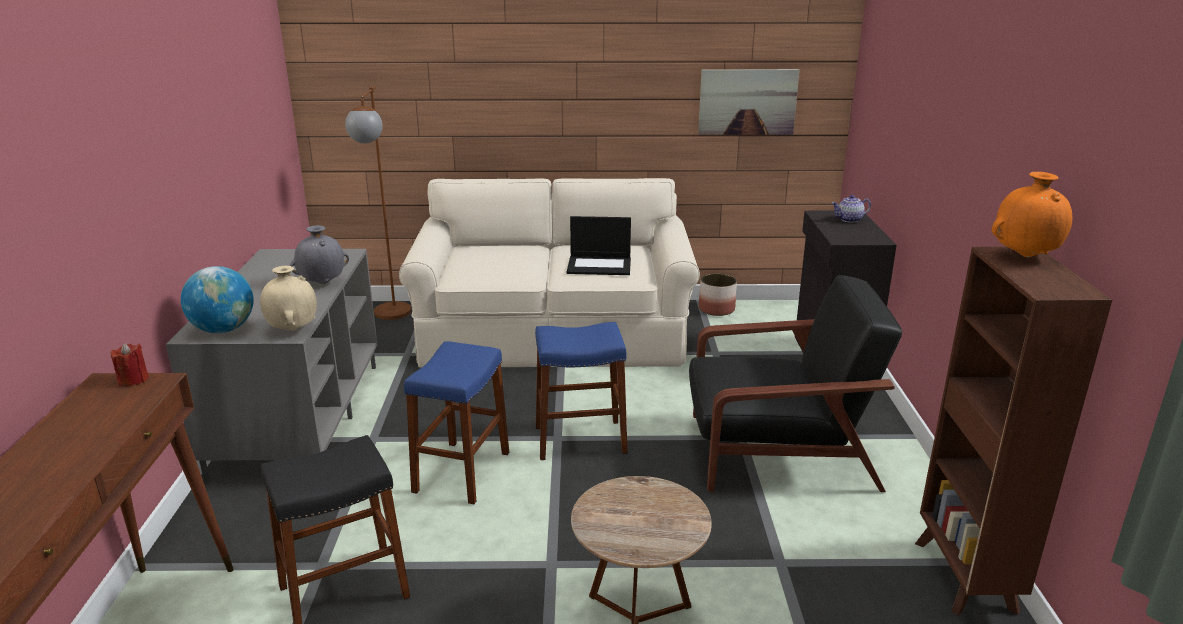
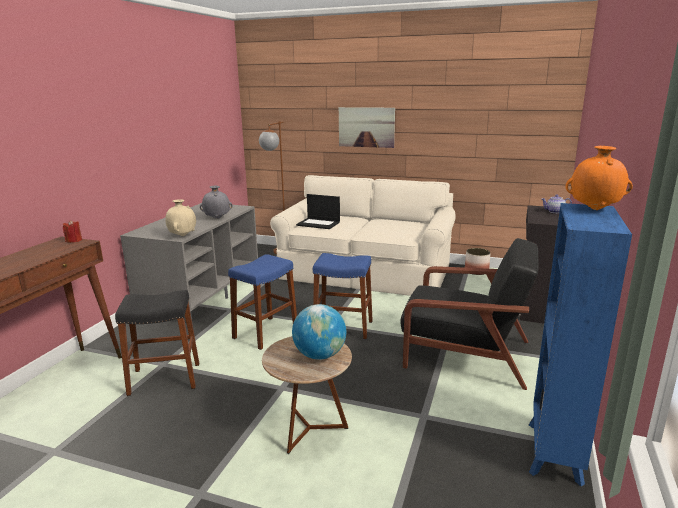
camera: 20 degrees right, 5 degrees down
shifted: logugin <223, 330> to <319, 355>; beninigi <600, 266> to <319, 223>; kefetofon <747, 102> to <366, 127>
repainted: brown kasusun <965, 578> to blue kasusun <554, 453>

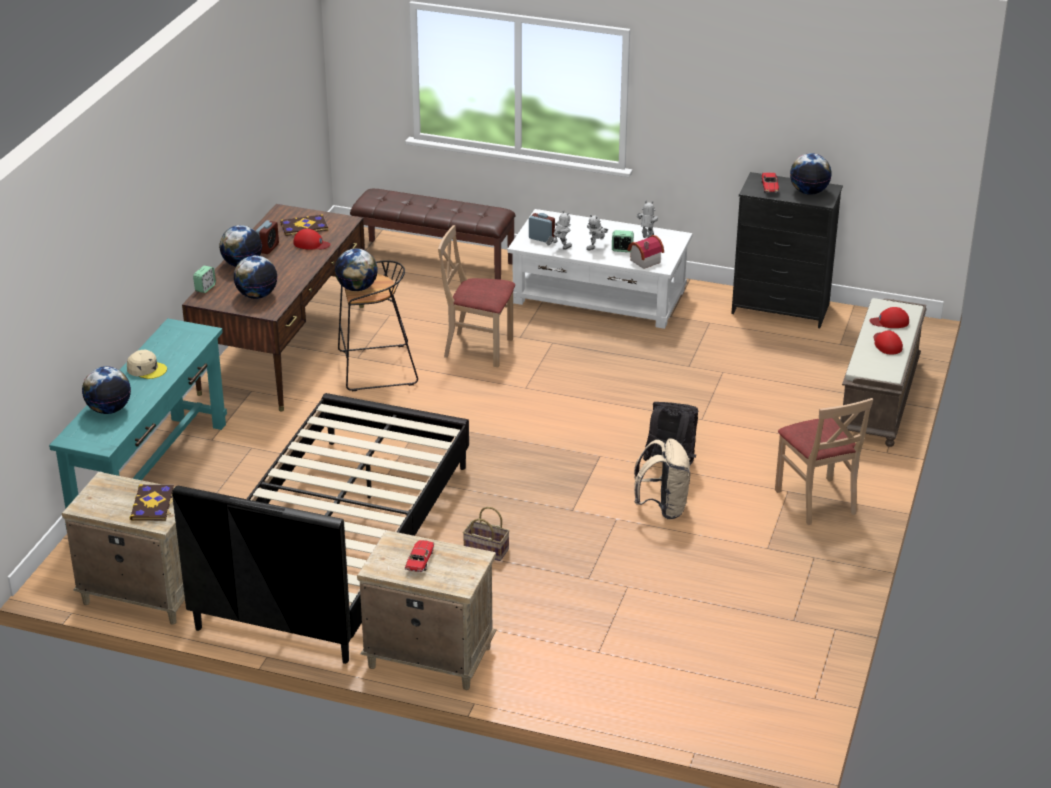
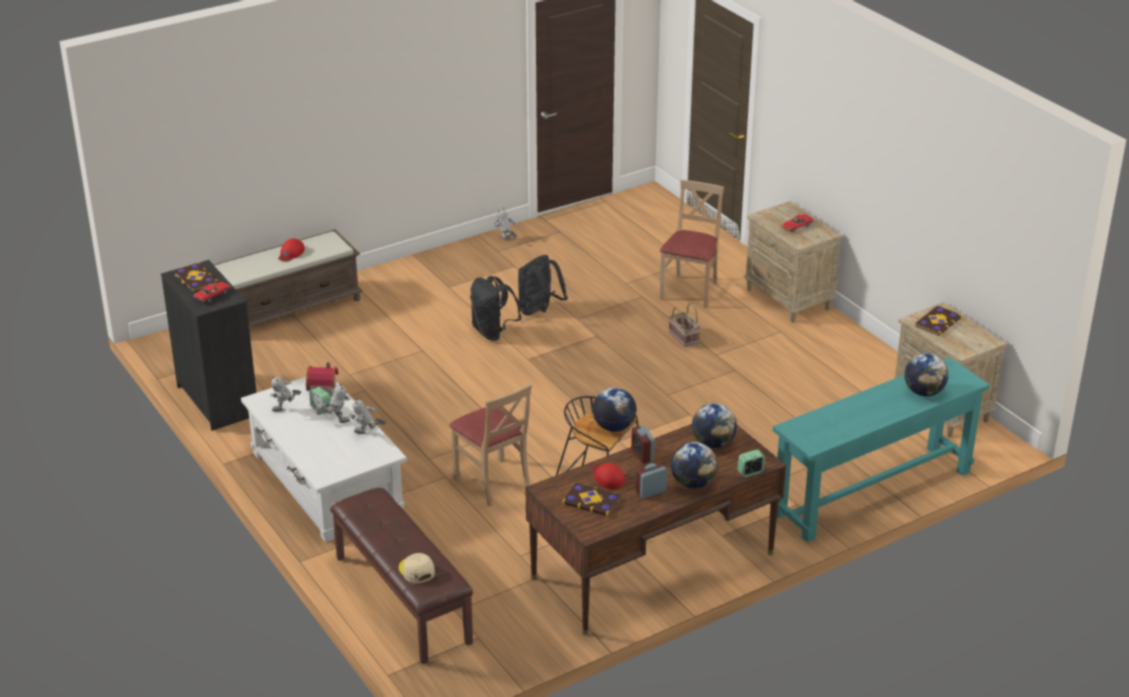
camera: 140 degrees left, 0 degrees up
gone: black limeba <337, 544>; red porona <890, 322>
new: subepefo <506, 241>
shifted: beige porona <146, 369> to <416, 570>; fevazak <541, 238> to <642, 455>; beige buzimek <816, 501> to <690, 291>
swapped: logugin <809, 192> to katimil <195, 279>
repainted: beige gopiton <662, 508> to black gopiton <539, 311>

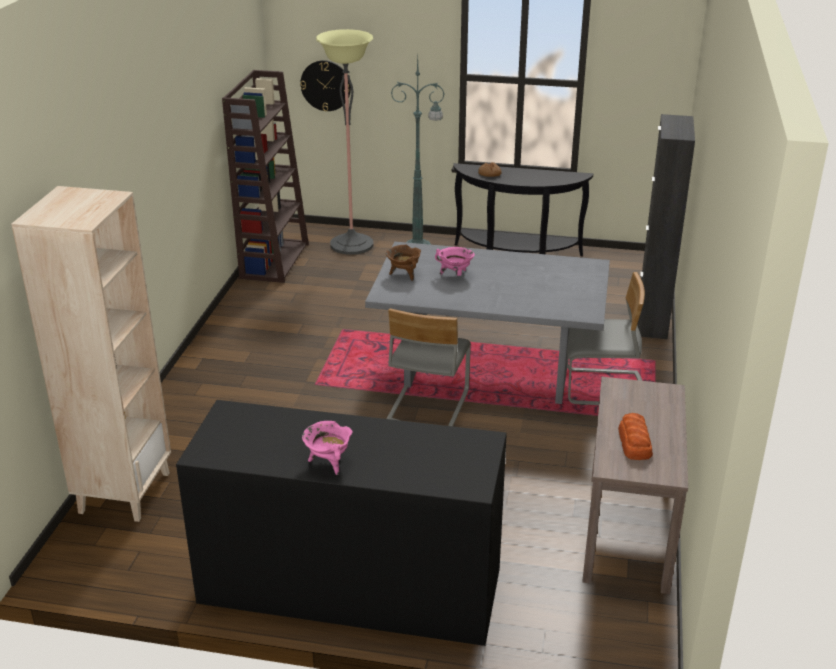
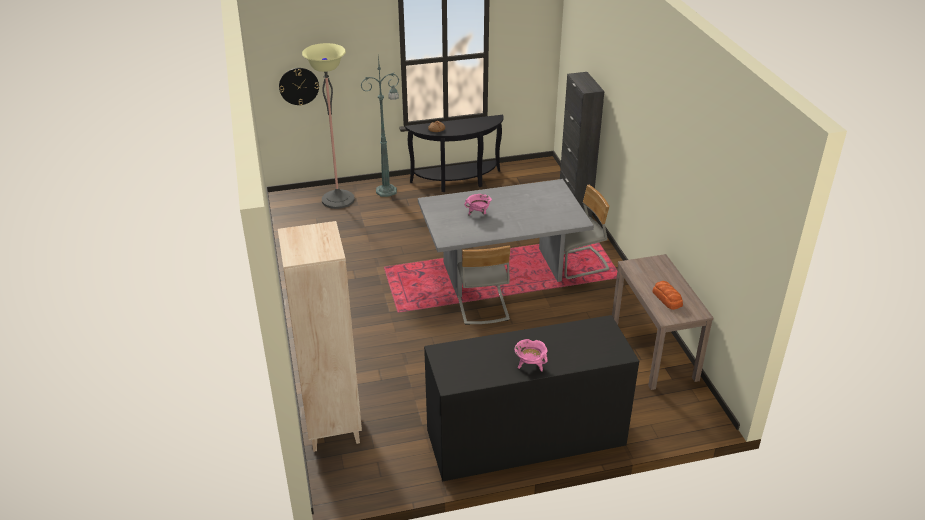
camera: 25 degrees left, 5 degrees up
gone: brown kasusun <274, 260>; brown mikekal <404, 274>

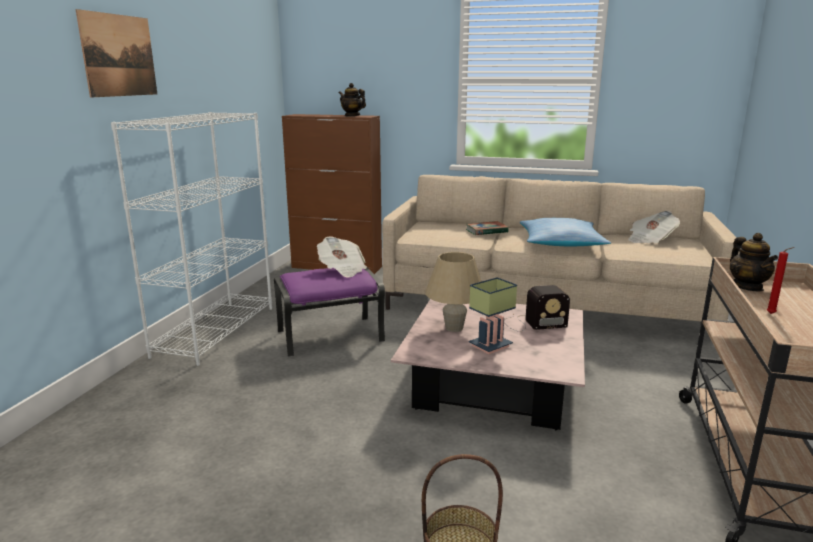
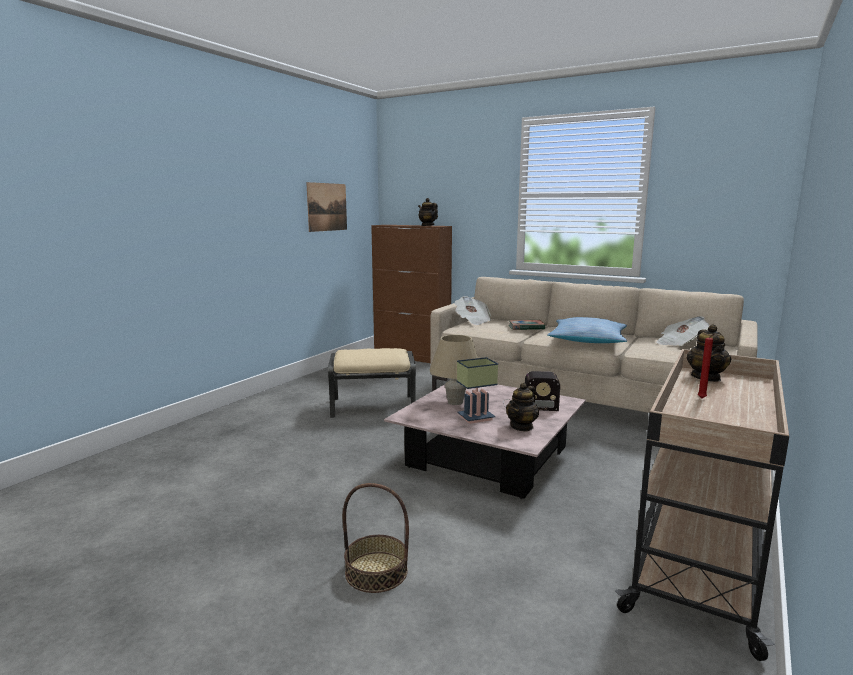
camera: 15 degrees right, 5 degrees down
gone: white kasusun <216, 330>
new: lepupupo <522, 426>
shifted: kefetofon <119, 55> to <327, 207>; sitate <342, 269> to <472, 321>
repainted: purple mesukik <331, 335> to beige mesukik <373, 406>

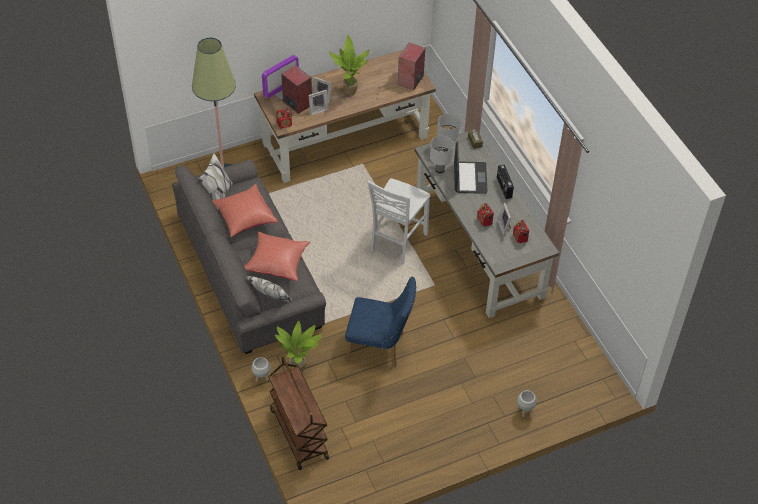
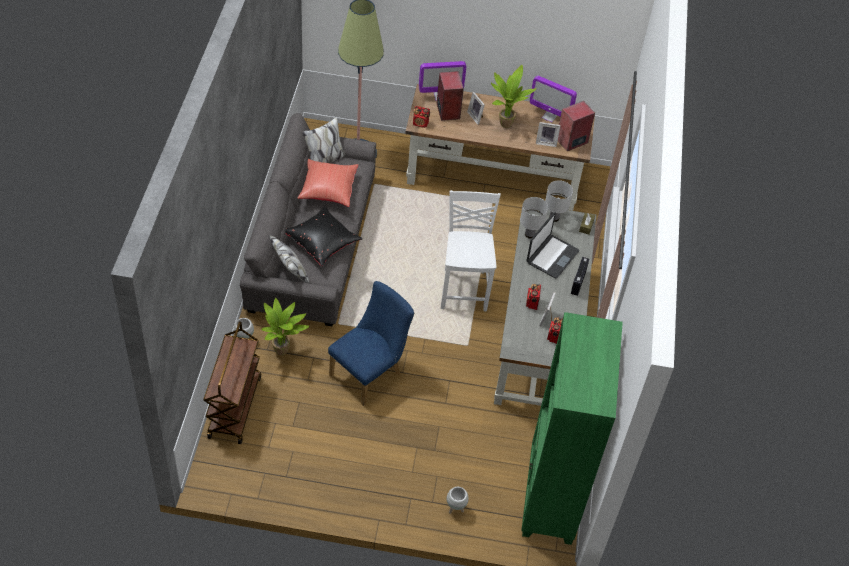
camera: 30 degrees right, 0 degrees up
new: green kasusun <550, 497>; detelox <549, 116>
shifted: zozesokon <318, 109> to <546, 142>
repainted: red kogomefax <277, 263> to black kogomefax <322, 243>
rotated: blue buzimek <380, 347> = <370, 373> 90 degrees counterclockwise; white buzimek <397, 243> = <464, 289> 120 degrees clockwise

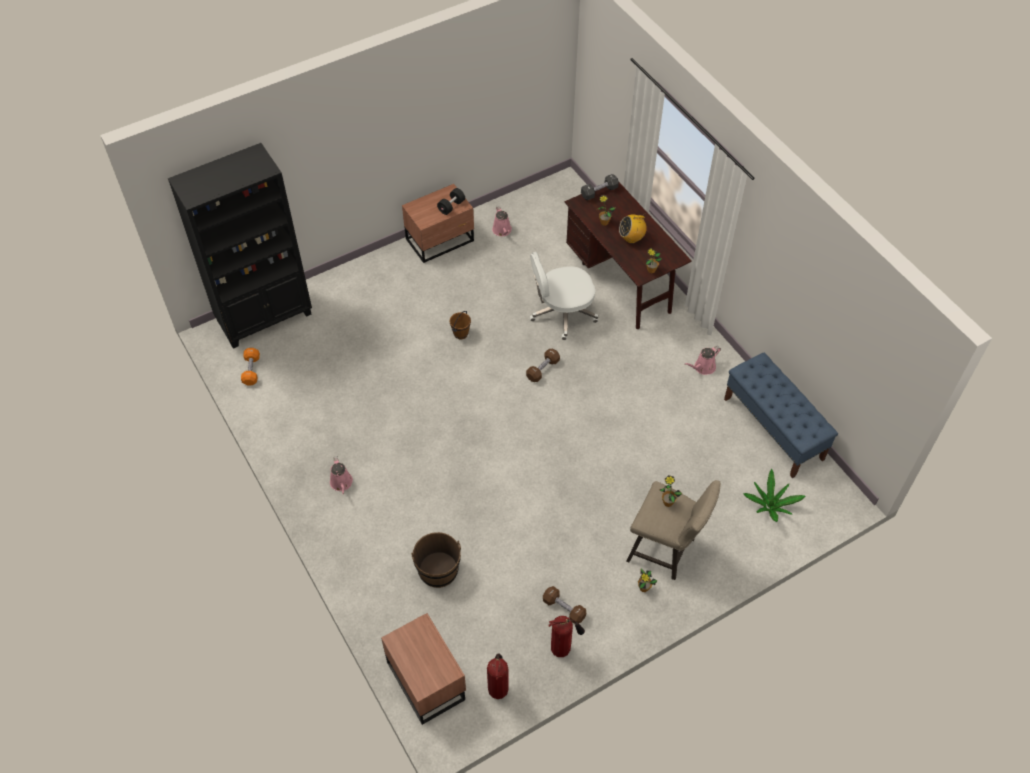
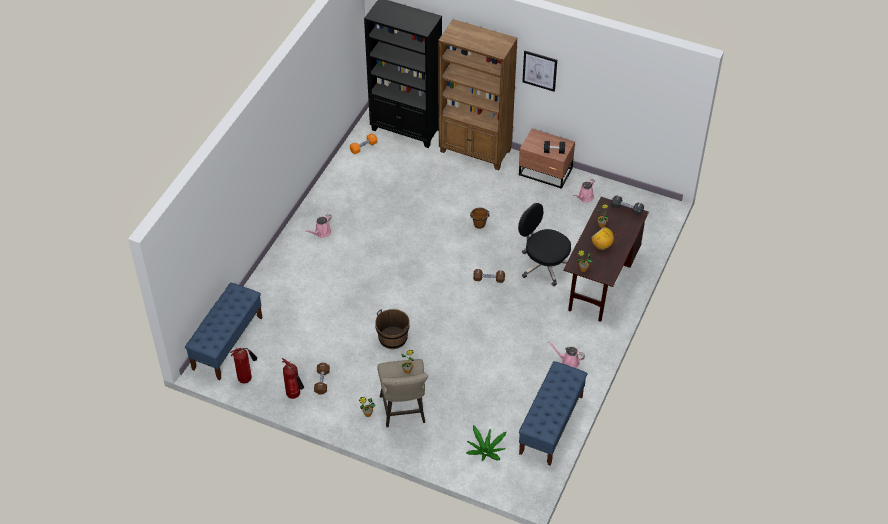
camera: 55 degrees right, 5 degrees down
new: brown kasusun <475, 151>; kefetofon <540, 70>
shifted: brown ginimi <438, 570> to <393, 338>
swapped: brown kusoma <426, 679> to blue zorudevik <227, 343>
repainted: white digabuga <562, 313> to black digabuga <544, 265>

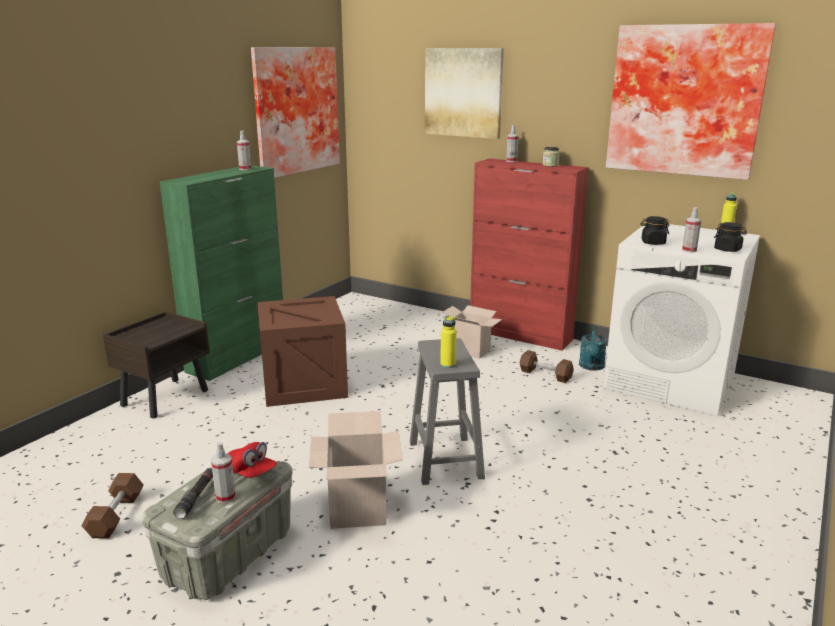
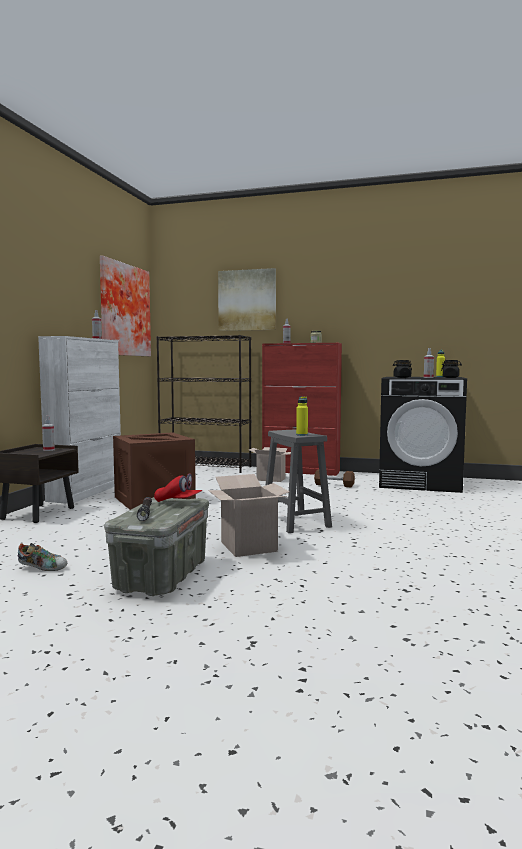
camera: 15 degrees left, 15 degrees down
gone: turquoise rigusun <591, 367>; kefetofon <685, 101>
new: black kasusun <206, 467>
shifted: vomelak <225, 497> to <49, 450>
swapped: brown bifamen <116, 516> to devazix <42, 568>
repainted: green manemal <238, 356> to white manemal <86, 492>; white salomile <671, 382> to black salomile <420, 482>

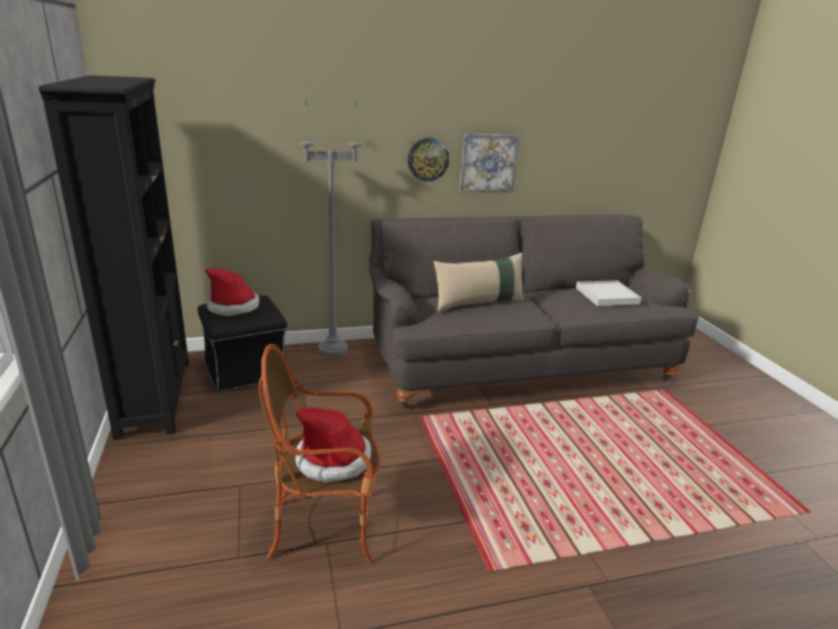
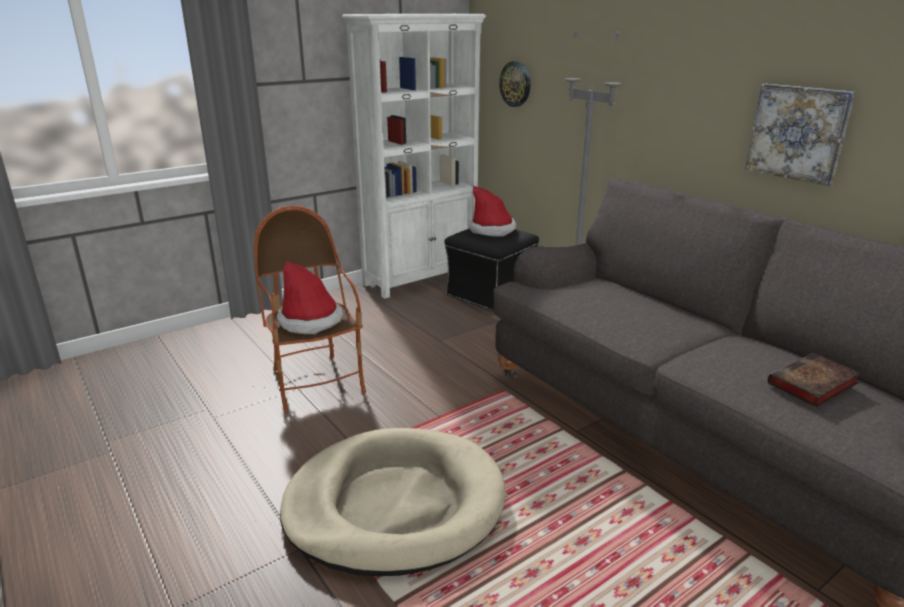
camera: 70 degrees right, 0 degrees up
gone: beige kogomefax <478, 303>
new: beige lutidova <394, 505>
shifted: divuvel <428, 159> to <515, 84>
swapped: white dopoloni <607, 296> to katimil <812, 385>
repainted: black kasusun <155, 396> to white kasusun <421, 278>

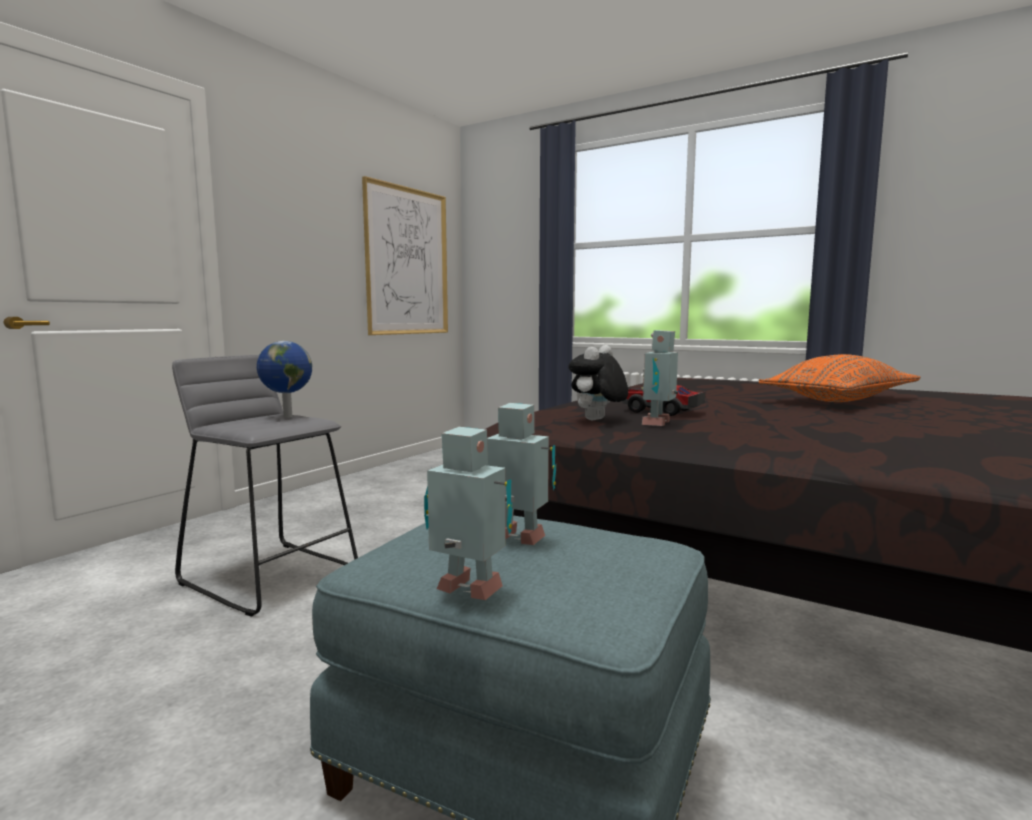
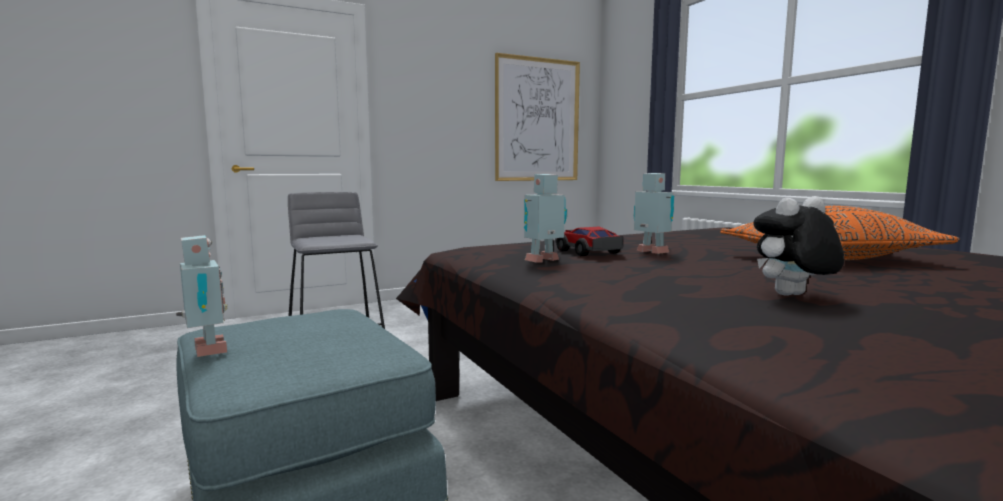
camera: 30 degrees right, 0 degrees up
gone: logugin <286, 417>
shifted: subepefo <518, 540> to <651, 252>; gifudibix <597, 420> to <792, 296>

